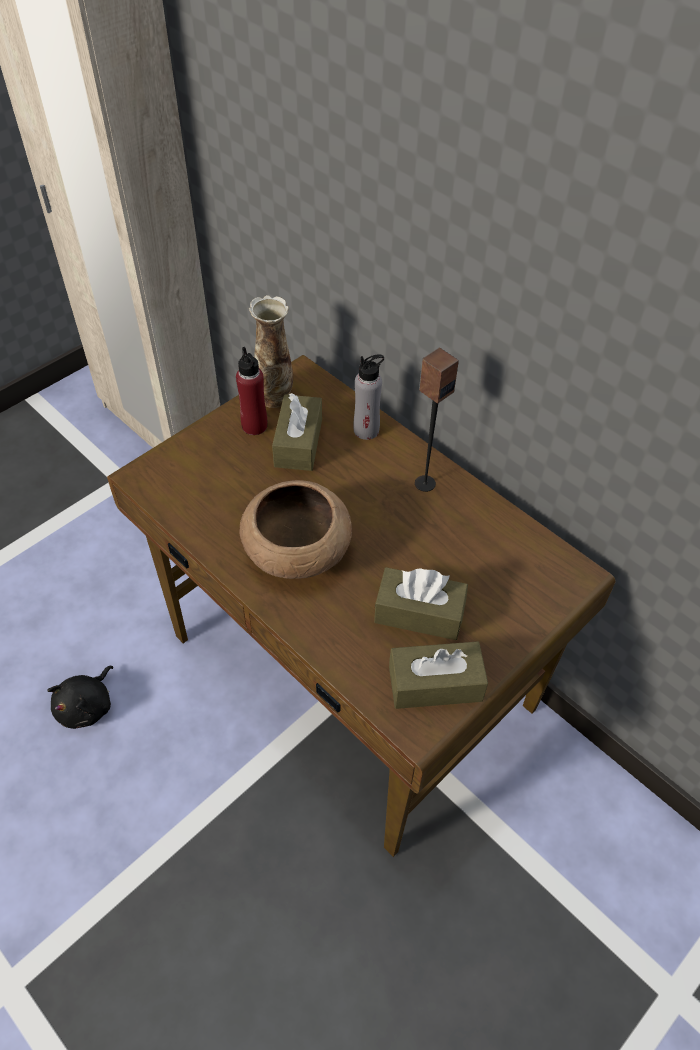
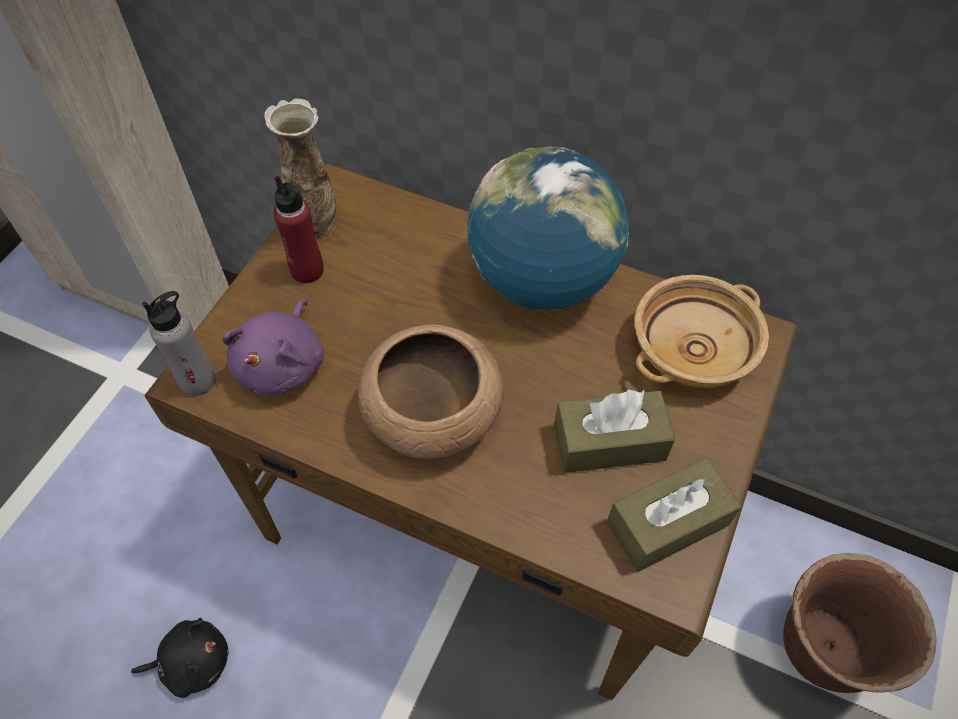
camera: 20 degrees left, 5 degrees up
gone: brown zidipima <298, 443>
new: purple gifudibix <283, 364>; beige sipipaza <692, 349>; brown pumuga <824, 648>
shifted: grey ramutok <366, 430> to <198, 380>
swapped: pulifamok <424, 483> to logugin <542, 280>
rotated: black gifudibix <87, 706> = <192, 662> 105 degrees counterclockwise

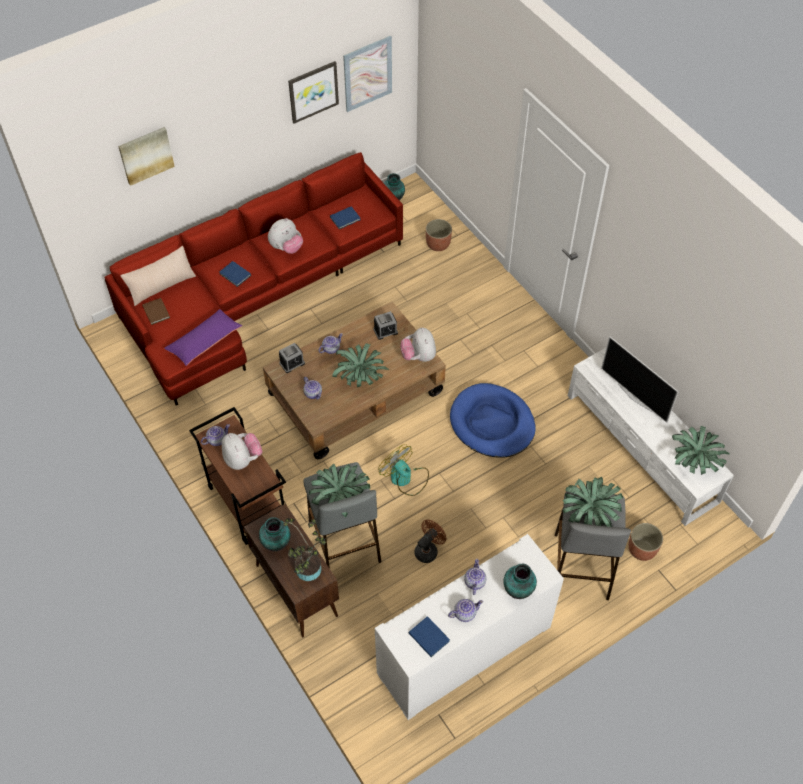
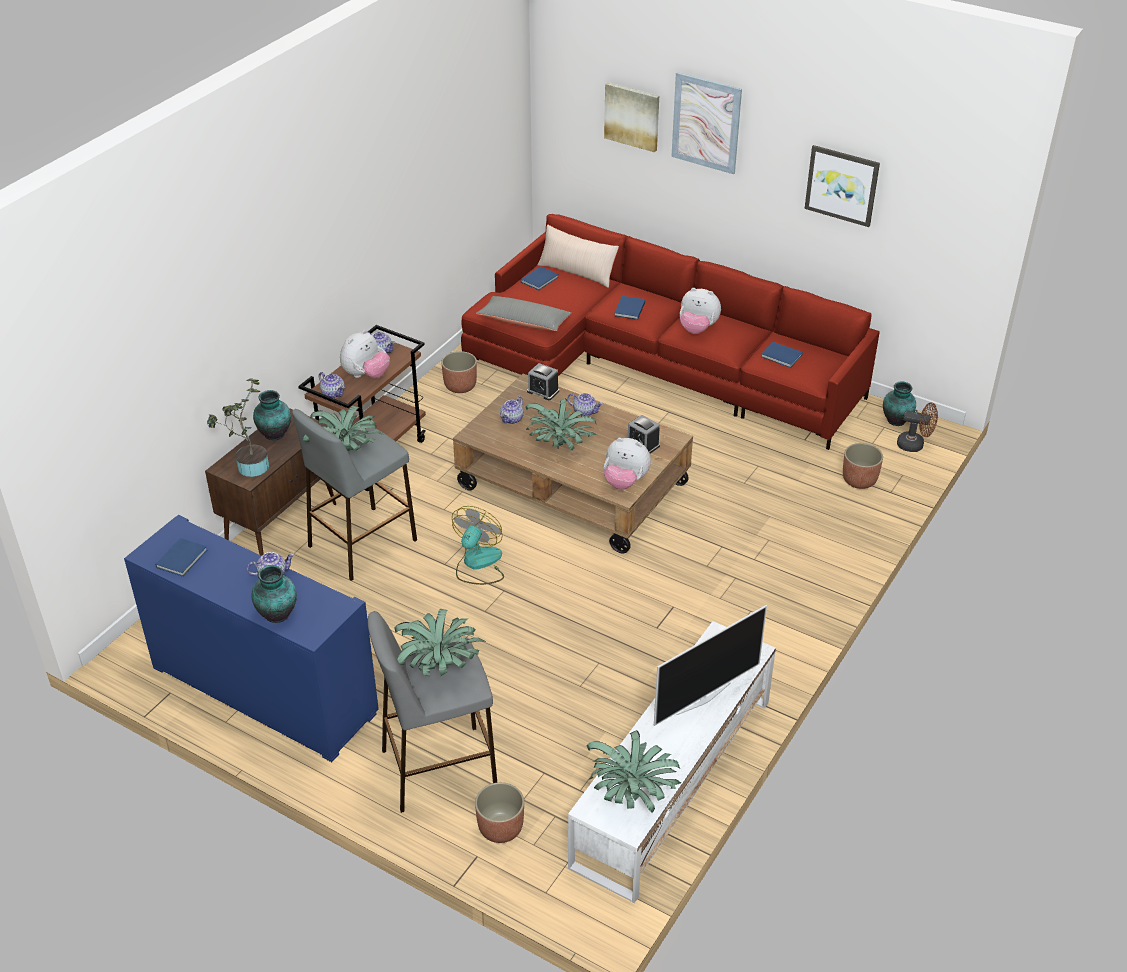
camera: 65 degrees right, 15 degrees down
gone: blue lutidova <492, 423>
new: pumuga <460, 386>
shifted: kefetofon <367, 73> to <706, 123>; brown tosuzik <428, 550> to <915, 445>; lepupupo <464, 613> to <333, 393>
repainted: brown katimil <156, 311> to blue katimil <540, 279>; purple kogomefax <204, 342> to grey kogomefax <524, 322>; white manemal <464, 650> to blue manemal <264, 689>
rotated: gifudibix <418, 356> = <625, 482> 120 degrees counterclockwise; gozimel <635, 397> = <702, 698> 150 degrees counterclockwise

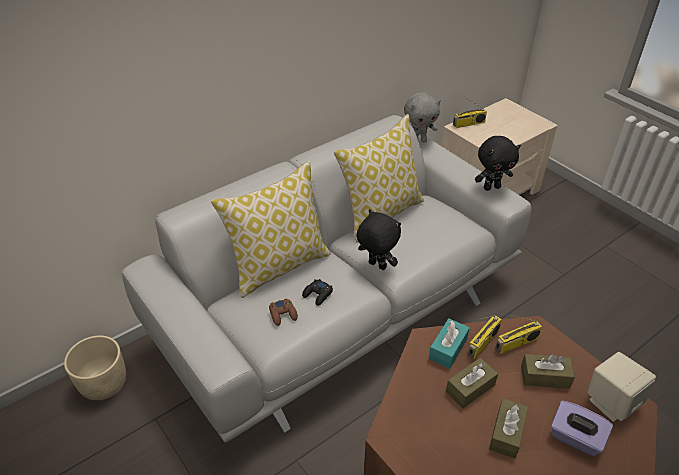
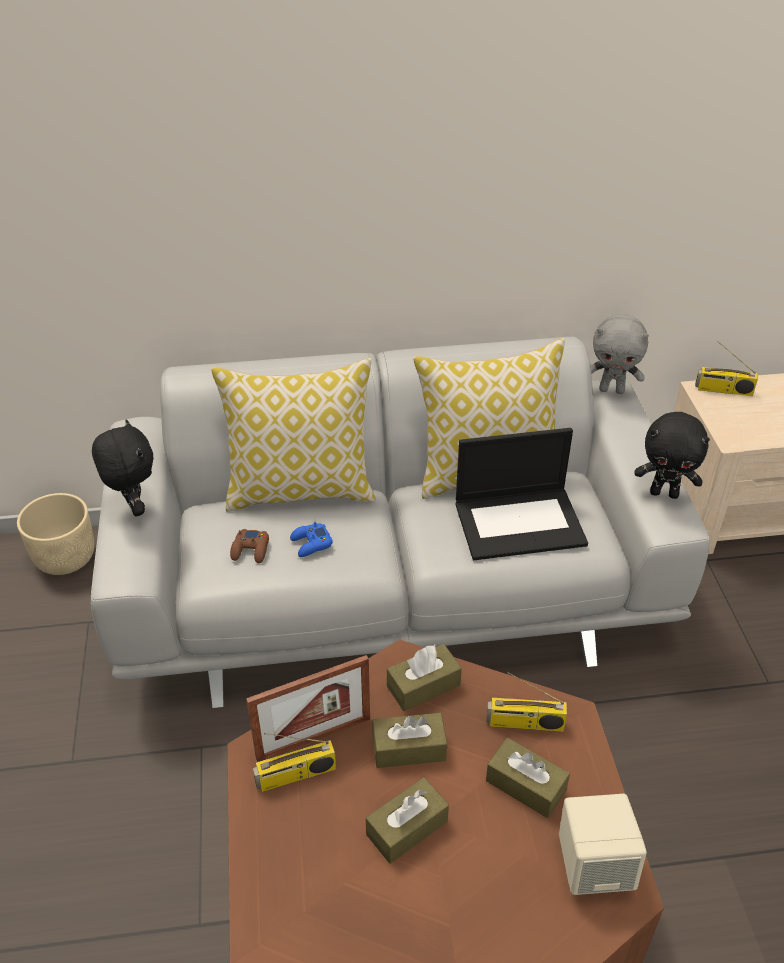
camera: 30 degrees right, 0 degrees up
gone: purple zidipima <575, 438>
new: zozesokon <314, 738>; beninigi <520, 522>
shifted: black gifudibix <376, 266> to <133, 507>; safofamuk <483, 343> to <295, 776>
repainted: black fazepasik <318, 295> to blue fazepasik <311, 544>; turquoise zidipima <448, 349> to brown zidipima <423, 686>

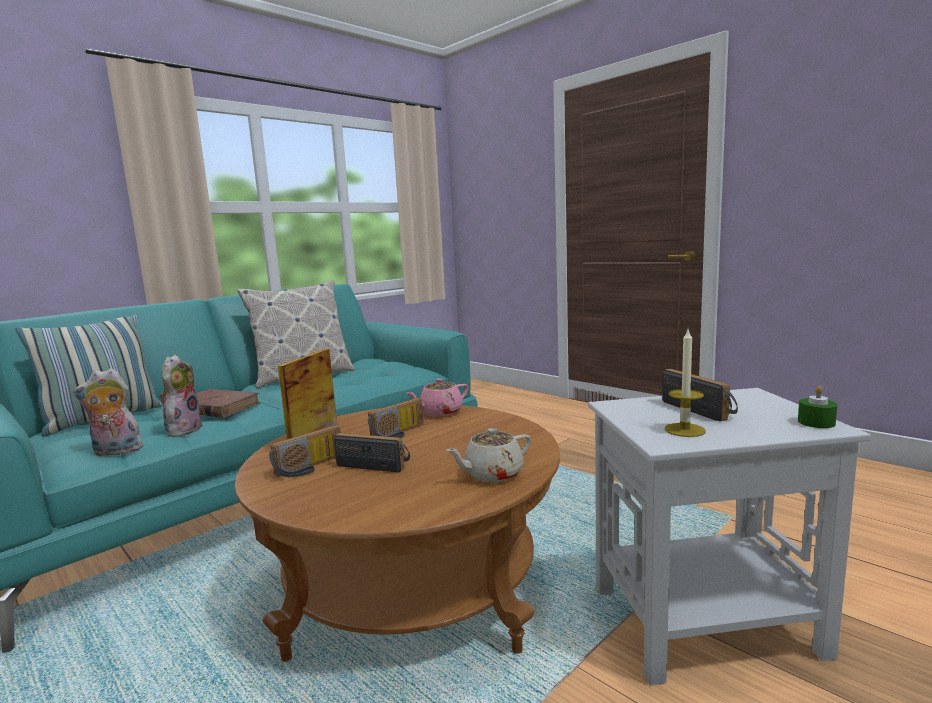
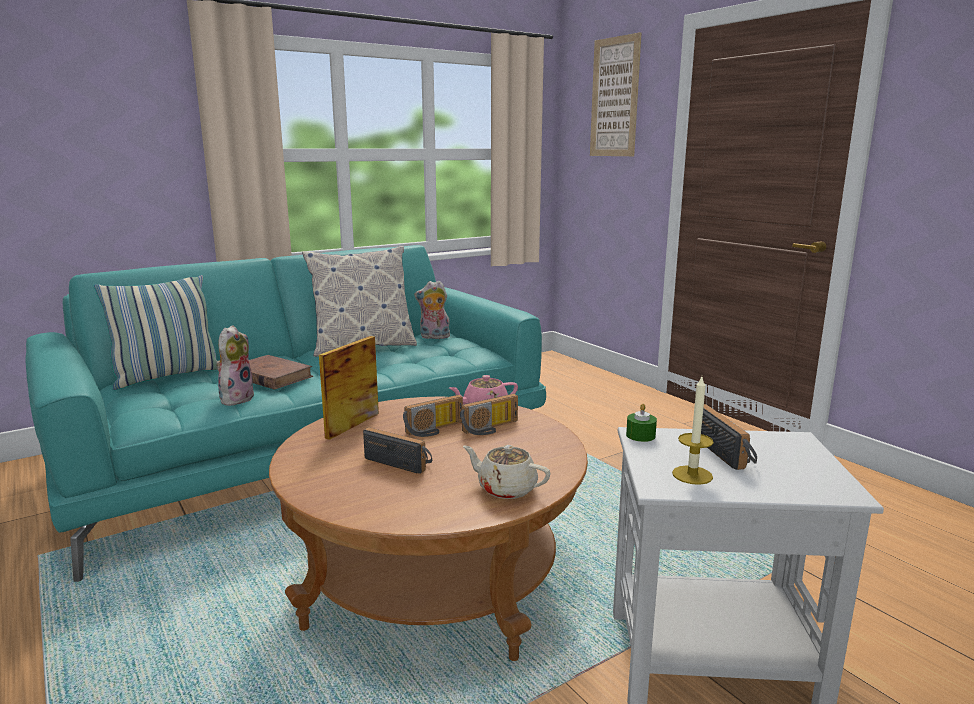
camera: 10 degrees right, 5 degrees up
new: kefetofon <614, 97>
shifted: gifudibix <115, 452> to <434, 337>; safofamuk <310, 467> to <491, 428>; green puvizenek <816, 422> to <640, 435>
rotated: beige lepupupo <492, 474> = <506, 489> 45 degrees clockwise

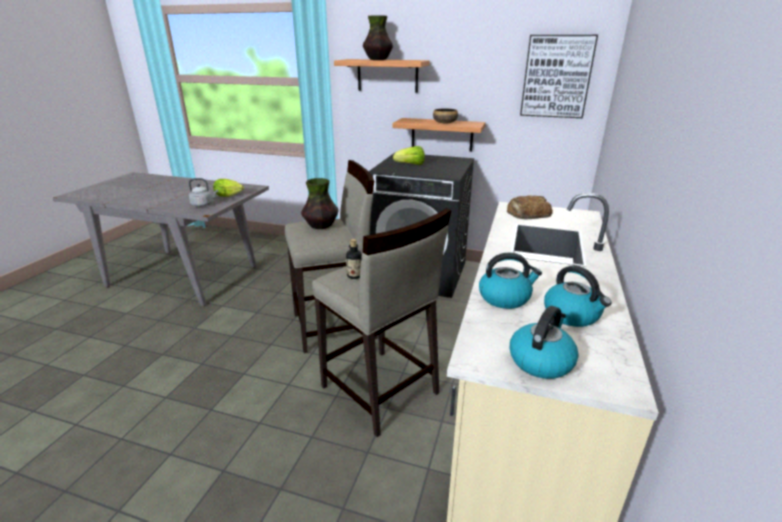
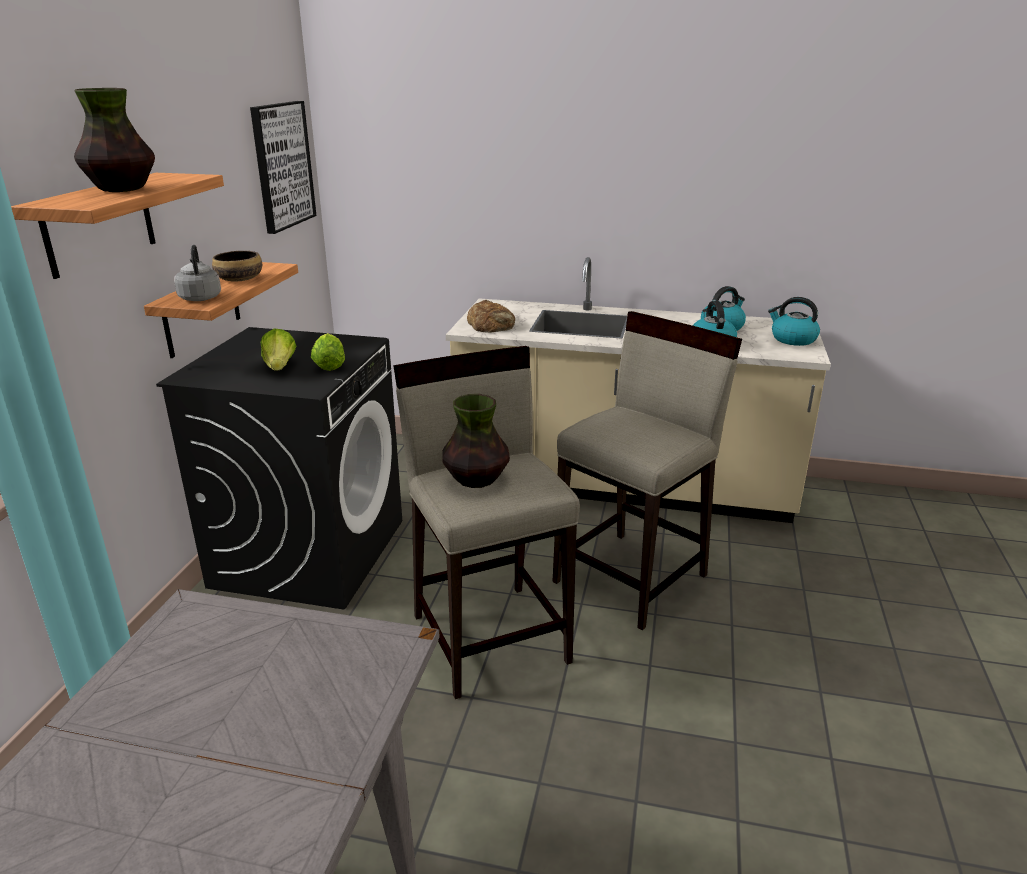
camera: 95 degrees left, 0 degrees up
gone: ramutok <354, 276>
shifted: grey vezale <204, 204> to <200, 297>; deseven <230, 196> to <329, 365>

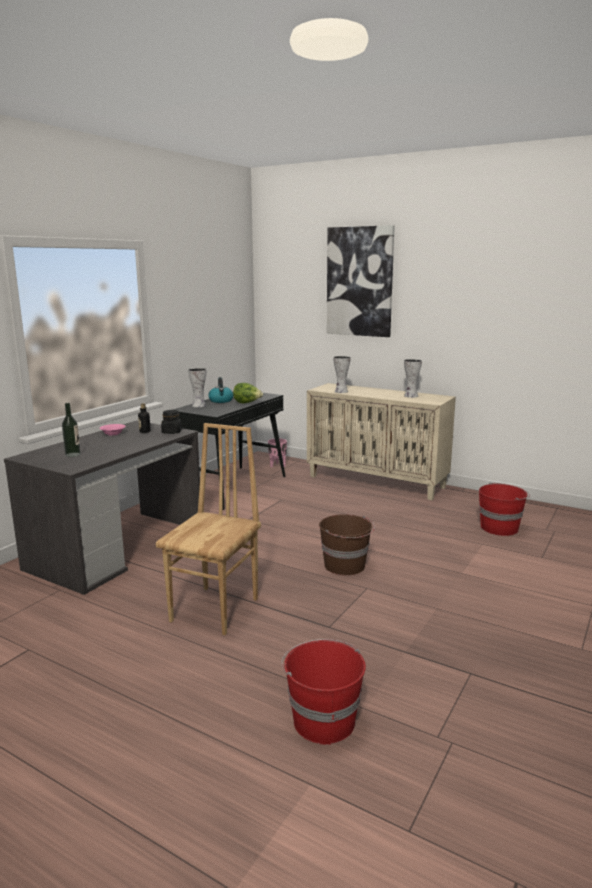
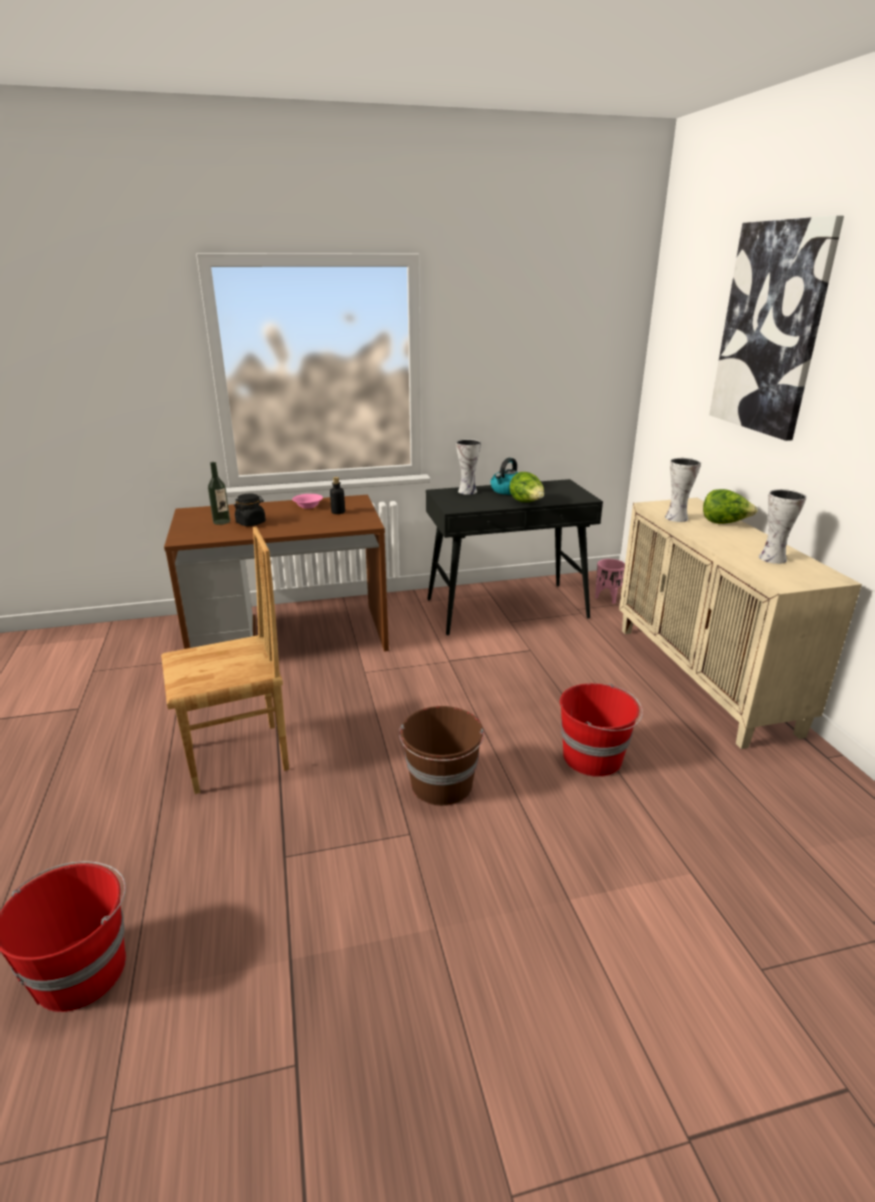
camera: 45 degrees right, 10 degrees up
new: deseven <724, 523>
shifted: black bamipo <171, 432> to <251, 523>; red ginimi <500, 528> to <594, 757>
repainted: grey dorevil <117, 548> to brown dorevil <289, 636>

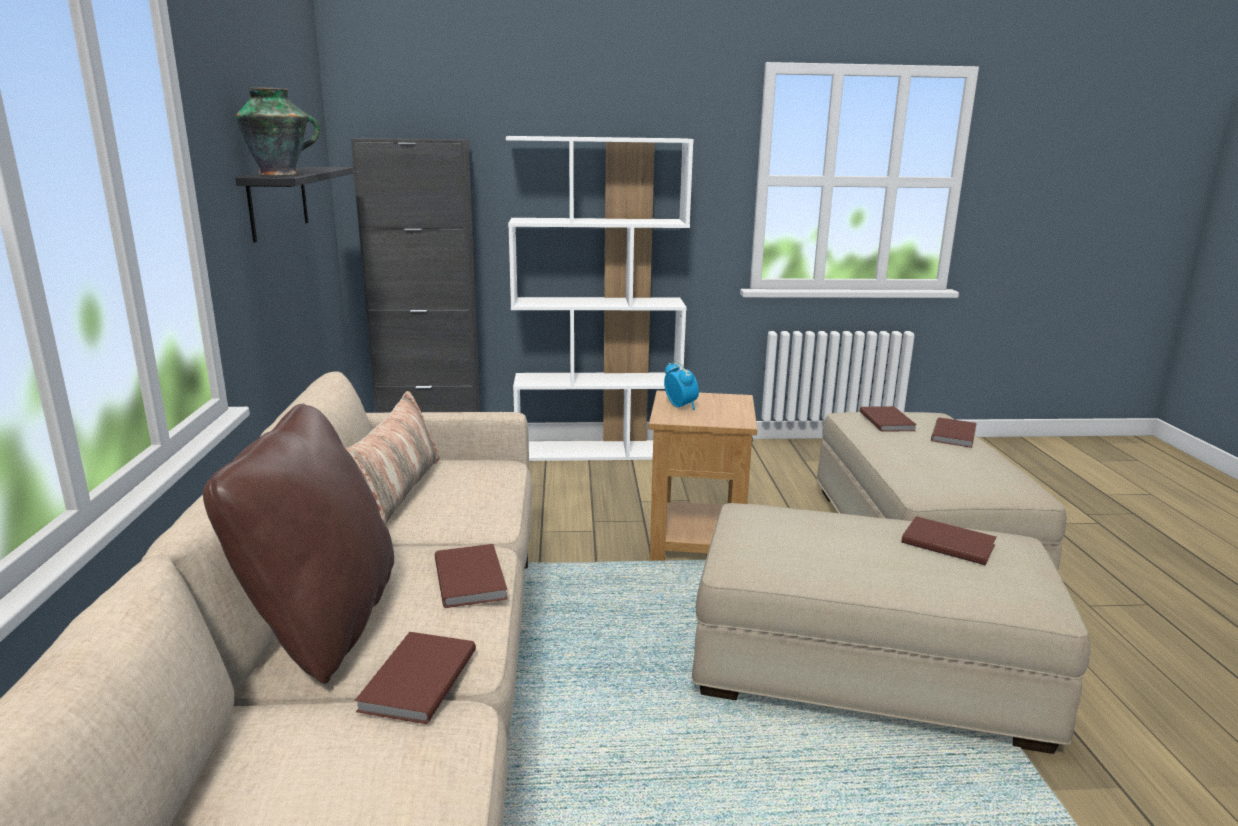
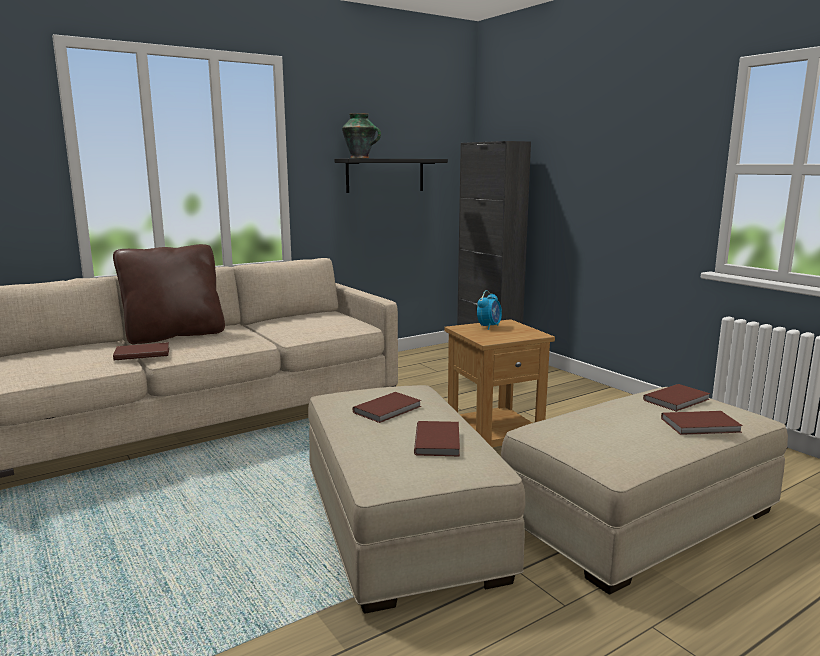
camera: 60 degrees right, 5 degrees down
gone: kogomefax <395, 493>; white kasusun <598, 451>
shifted: brown katimil <472, 578> to <389, 409>

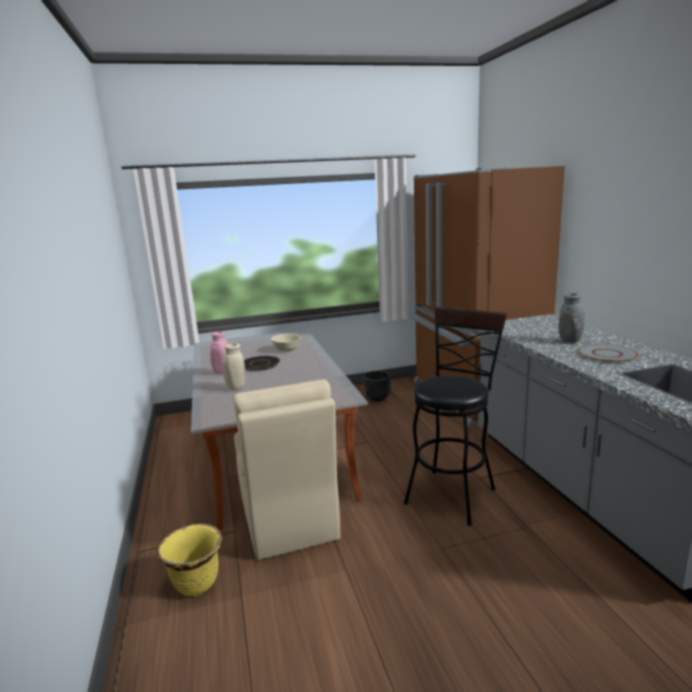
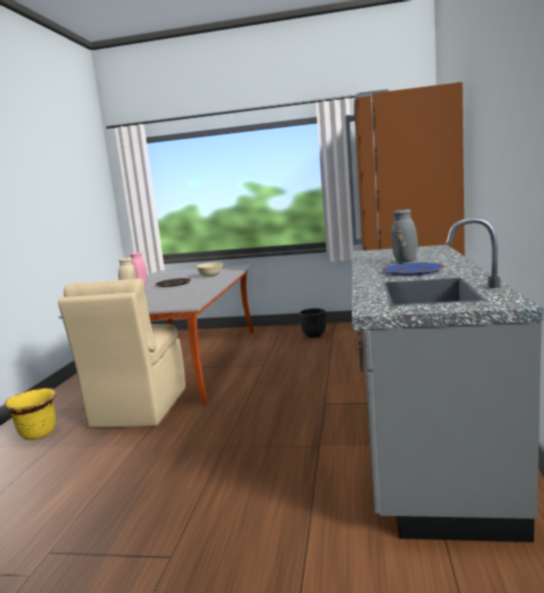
camera: 25 degrees right, 5 degrees down
gone: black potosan <453, 491>
repainted: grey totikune <606, 354> to blue totikune <412, 270>

